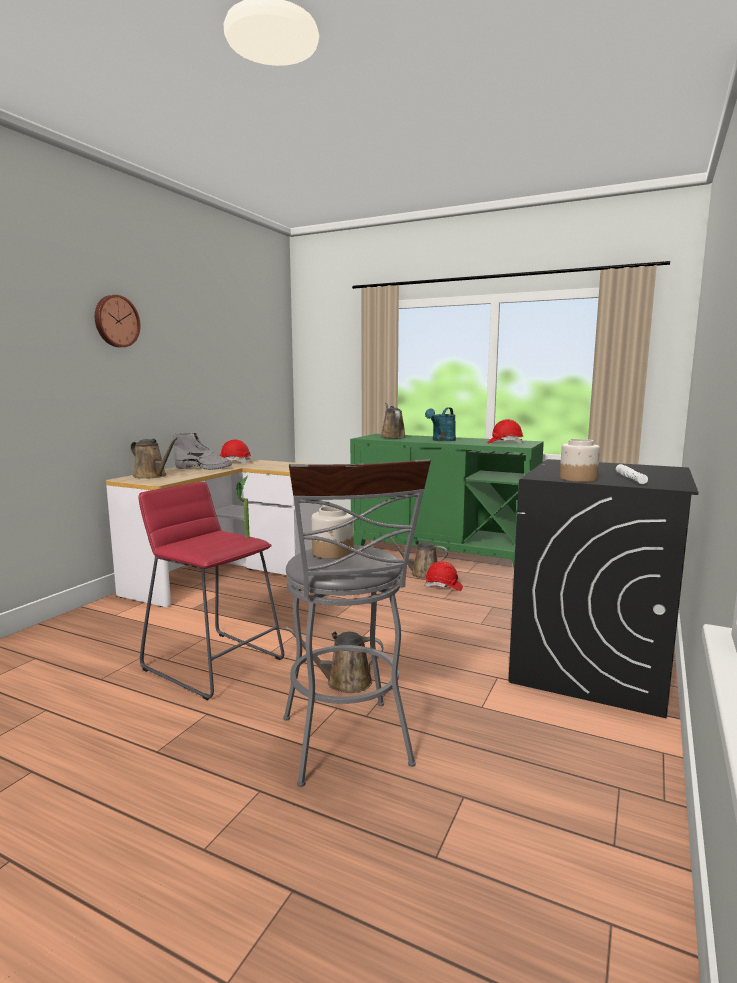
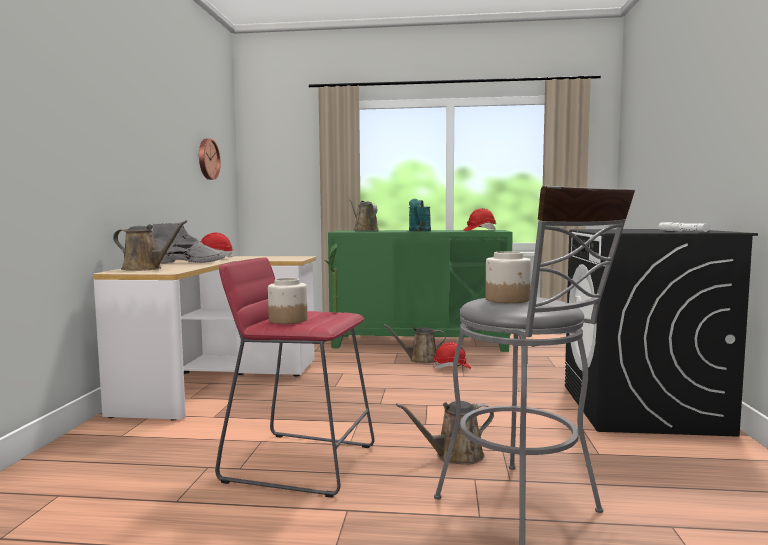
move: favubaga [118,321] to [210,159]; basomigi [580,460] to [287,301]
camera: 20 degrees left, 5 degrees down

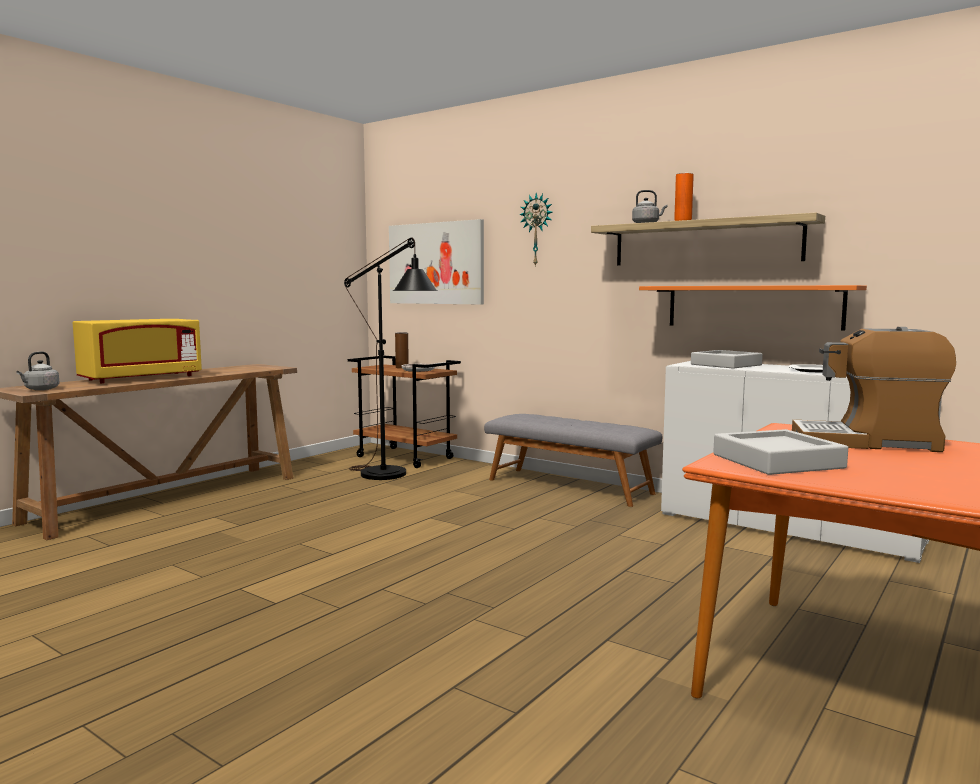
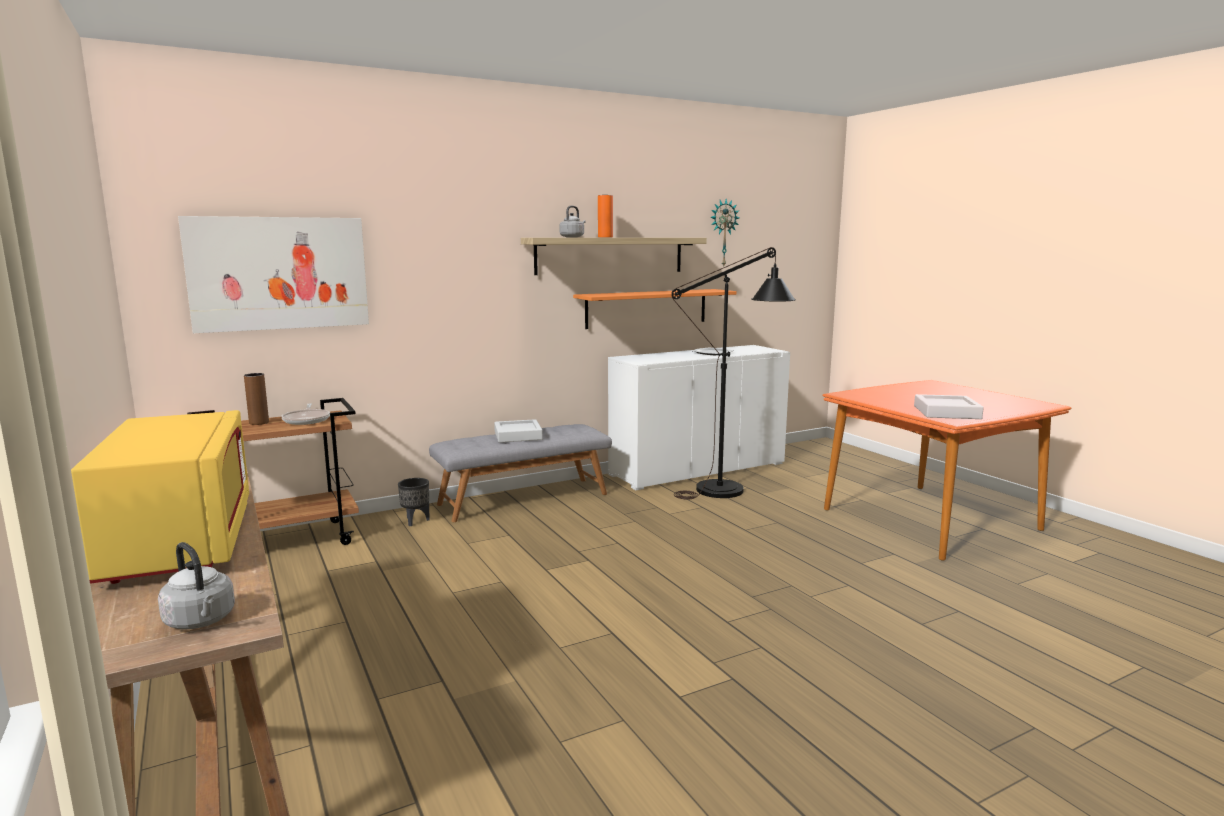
delete: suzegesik [874,389]
insert: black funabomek [413,502]
move: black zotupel [391,359] to [733,373]; favubaga [536,230] to [725,232]; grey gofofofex [727,359] to [518,430]
camera: 65 degrees left, 5 degrees up

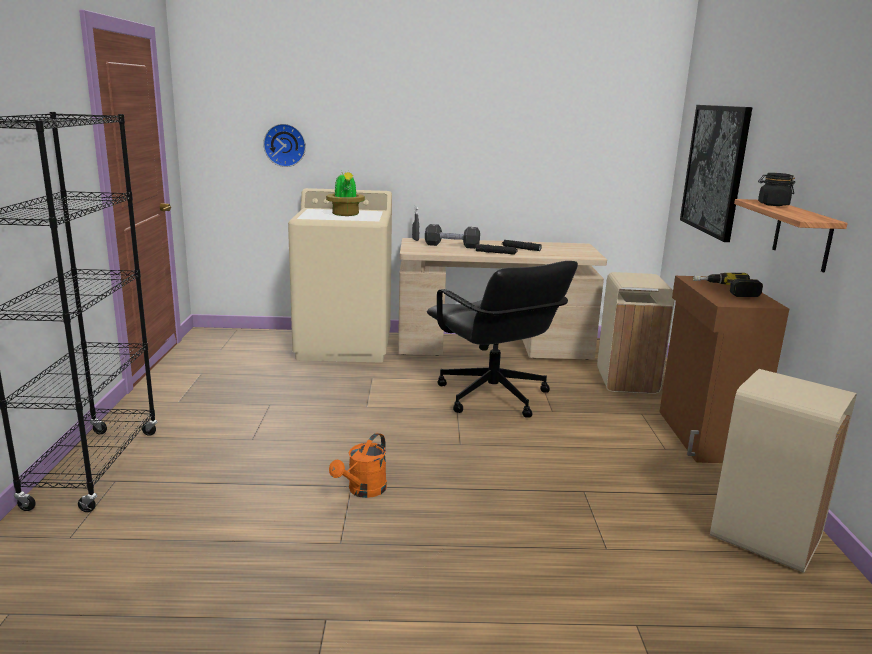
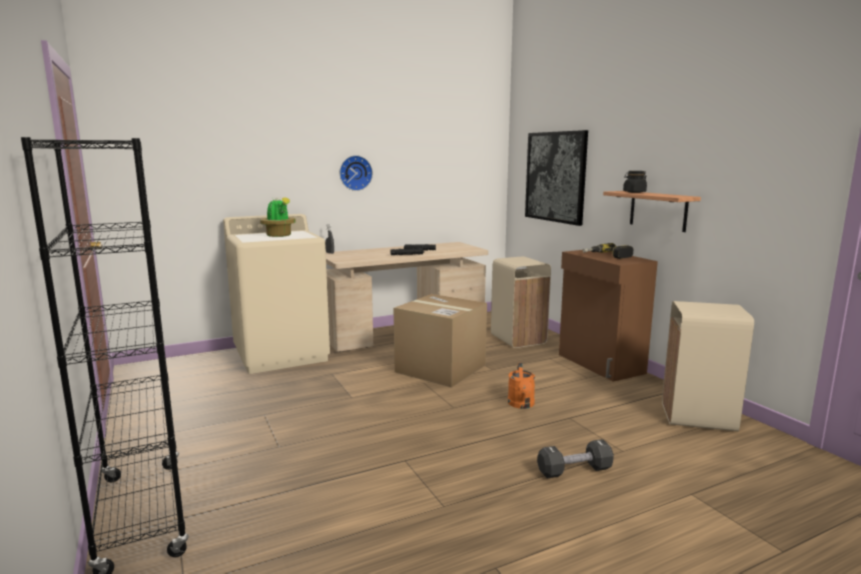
move: favubaga [284,145] to [356,173]; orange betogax [358,465] to [521,386]; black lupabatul [452,236] to [575,458]
replace: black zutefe [502,339] to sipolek [440,340]
camera: 25 degrees left, 5 degrees down

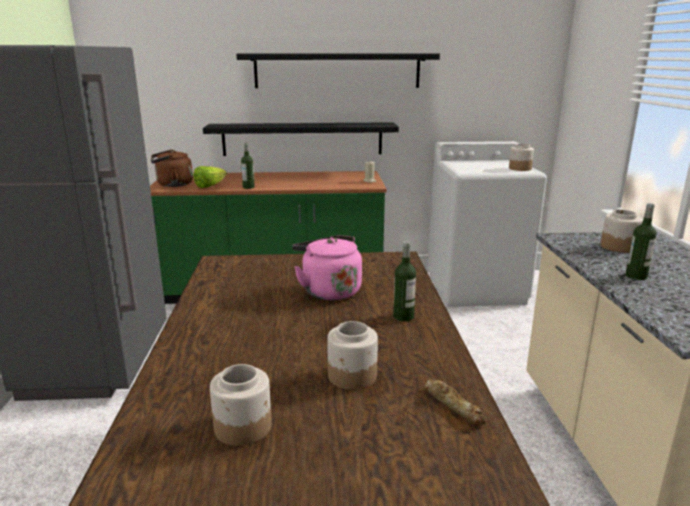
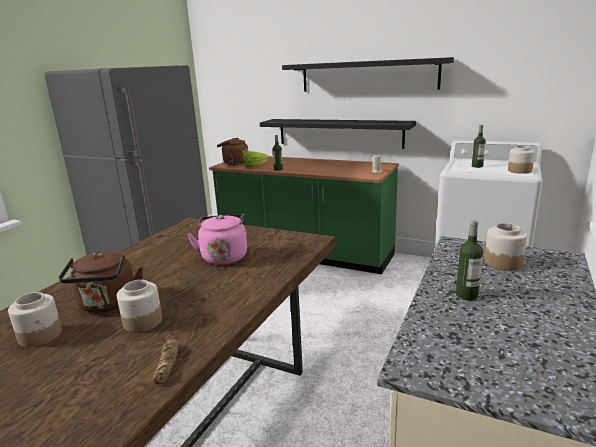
insert: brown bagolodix [100,282]
move: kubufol [404,282] to [479,146]
camera: 30 degrees right, 0 degrees up

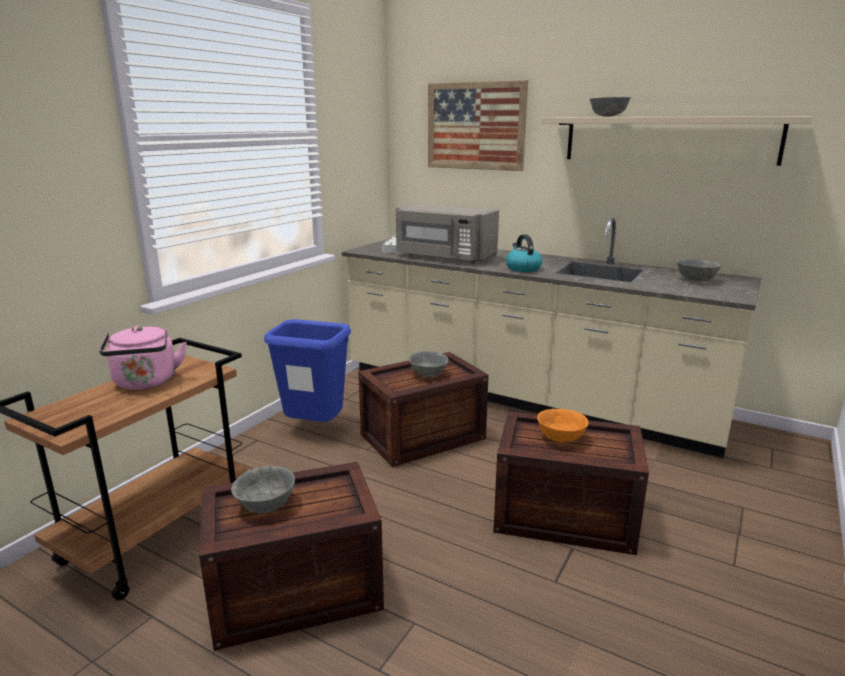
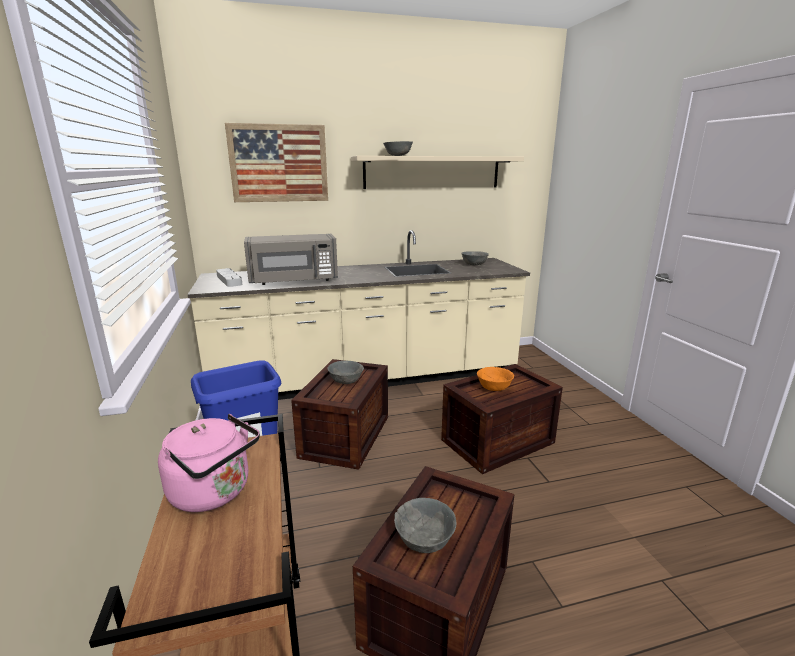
delete: bagolodix [524,253]
camera: 45 degrees left, 0 degrees up

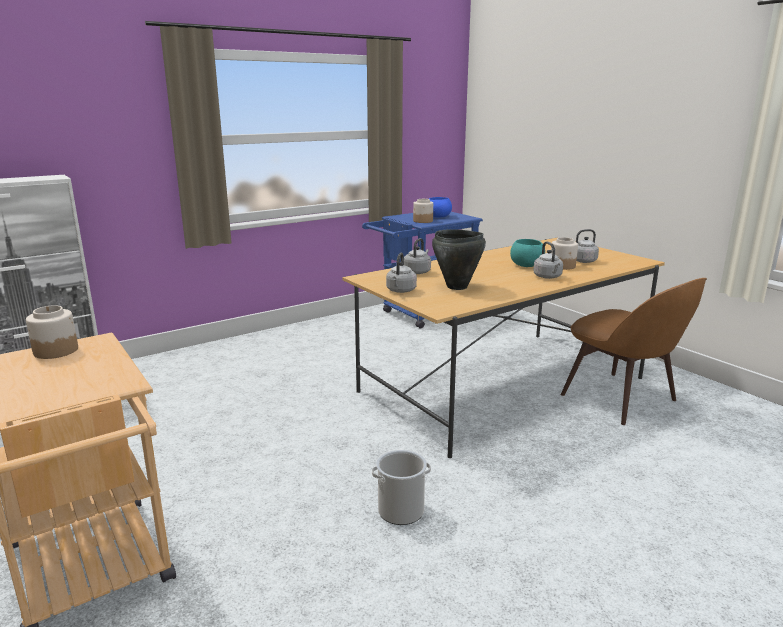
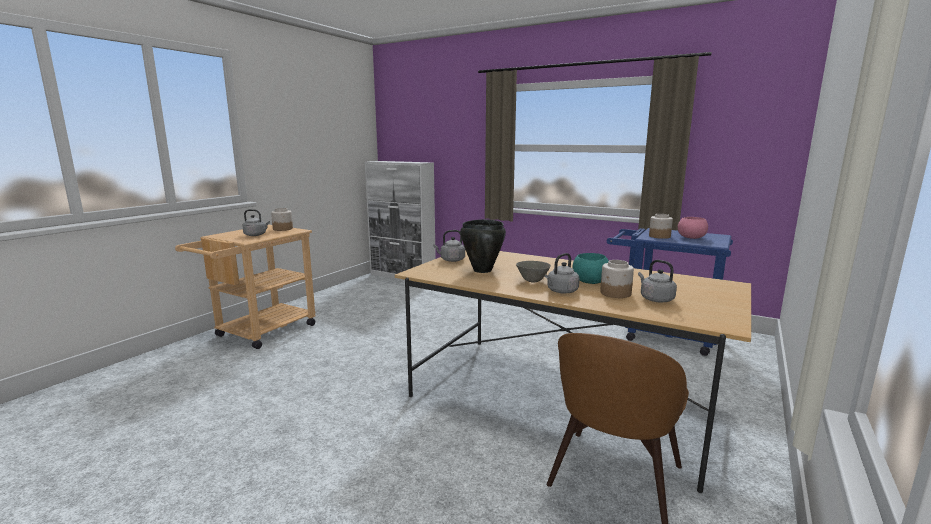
delete: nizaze [401,487]
insert: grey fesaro [533,271]
move: grey bagolodix [417,256] to [256,222]
recolor: blue fesaro [440,207] to pink fesaro [693,228]
camera: 65 degrees right, 5 degrees down

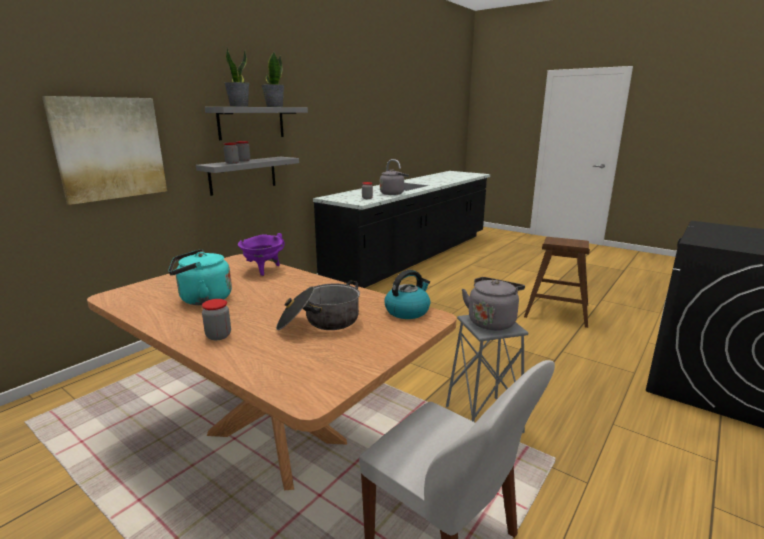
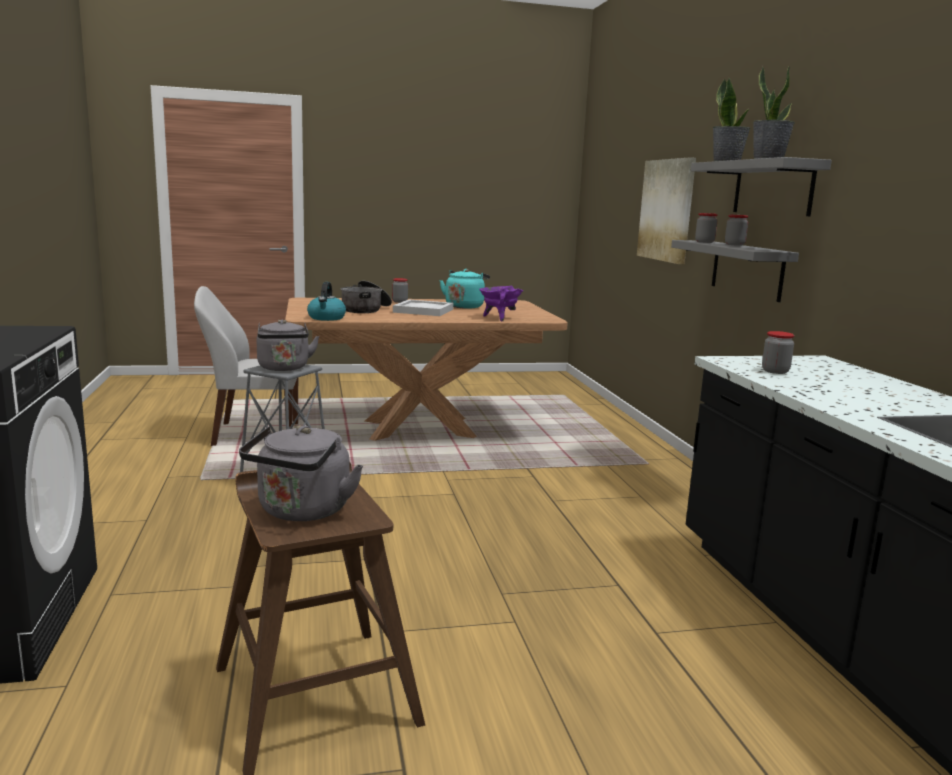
insert: white gofofofex [423,308]
move: grey bagolodix [394,182] to [301,473]
camera: 130 degrees right, 5 degrees down

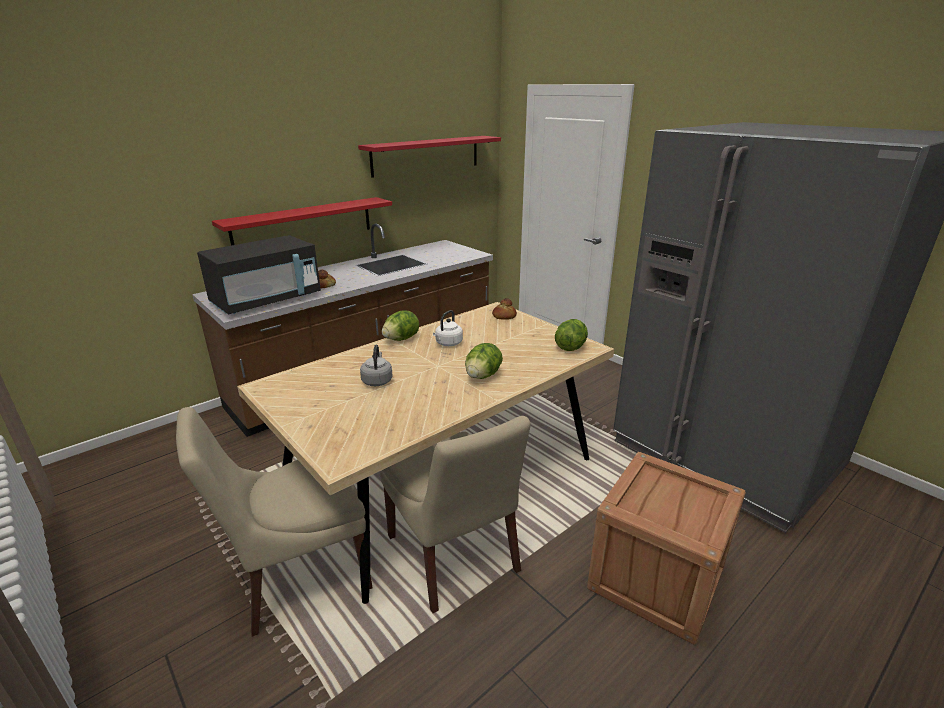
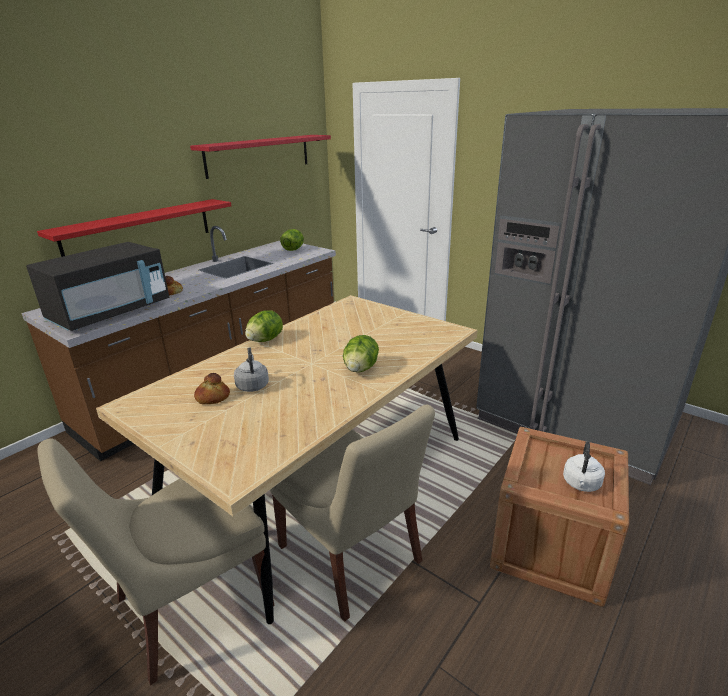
move: white bagolodix [448,328] to [584,467]; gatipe [504,309] to [212,388]; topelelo [571,335] to [292,240]
camera: 10 degrees left, 0 degrees up

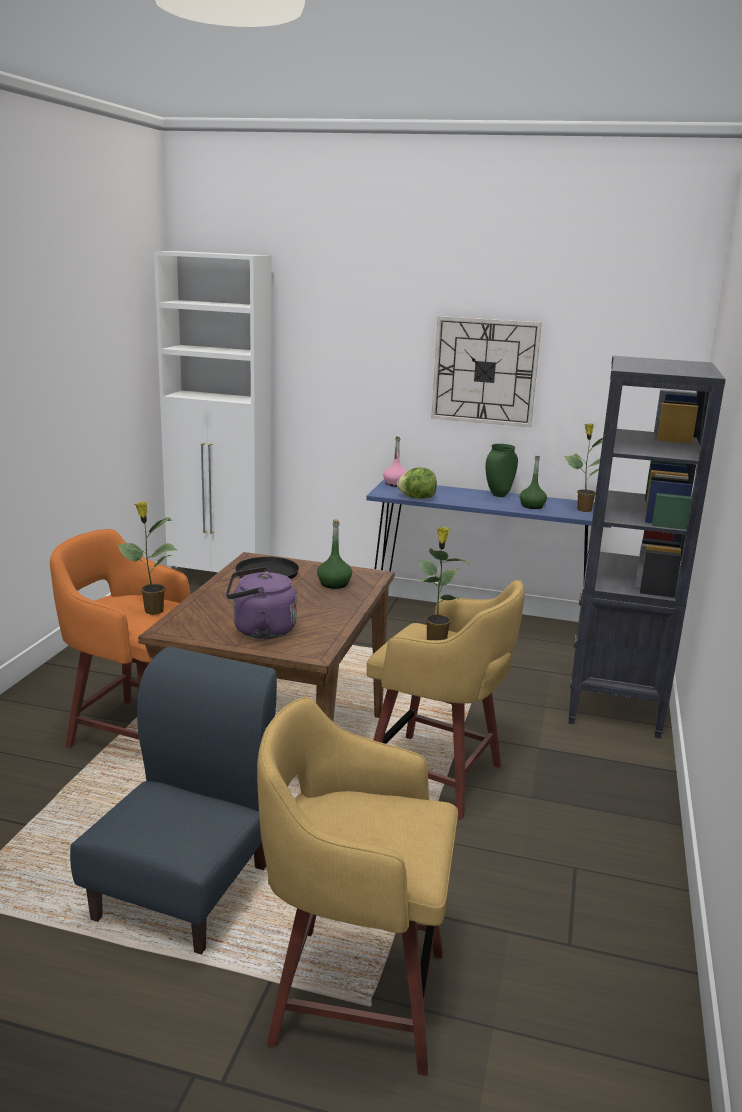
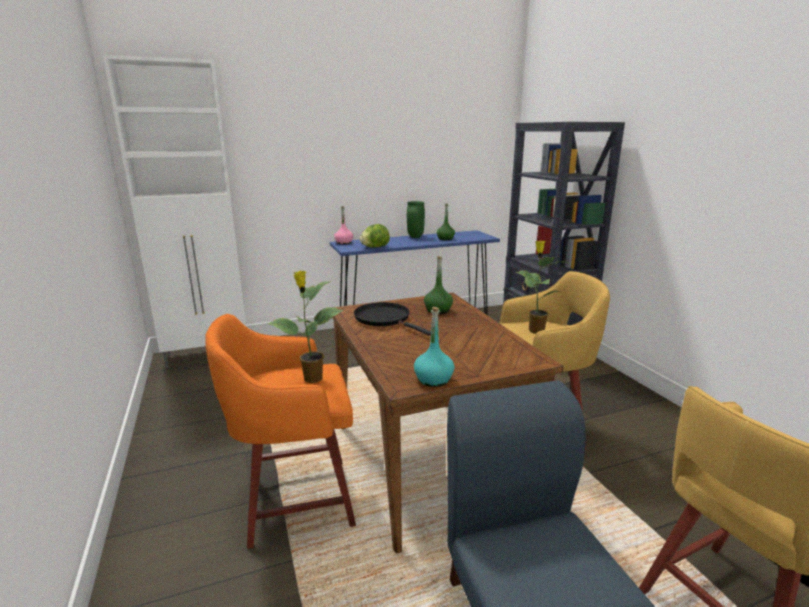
delete: purple bagolodix [261,603]; favubaga [486,371]; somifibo [588,467]
insert: turquoise kubufol [434,347]
camera: 35 degrees left, 0 degrees up

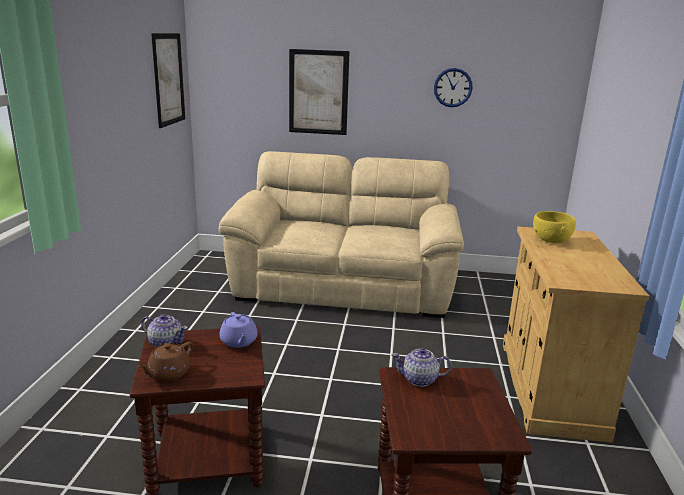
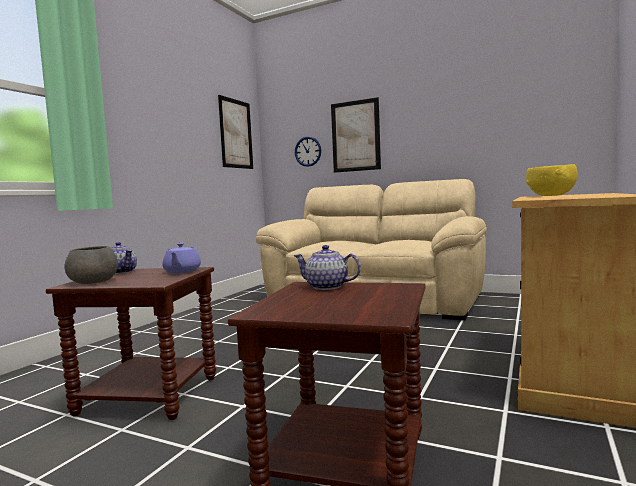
move: favubaga [453,87] to [308,151]
replace: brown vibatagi [165,361] to grey fesaro [91,265]
camera: 20 degrees right, 15 degrees down

